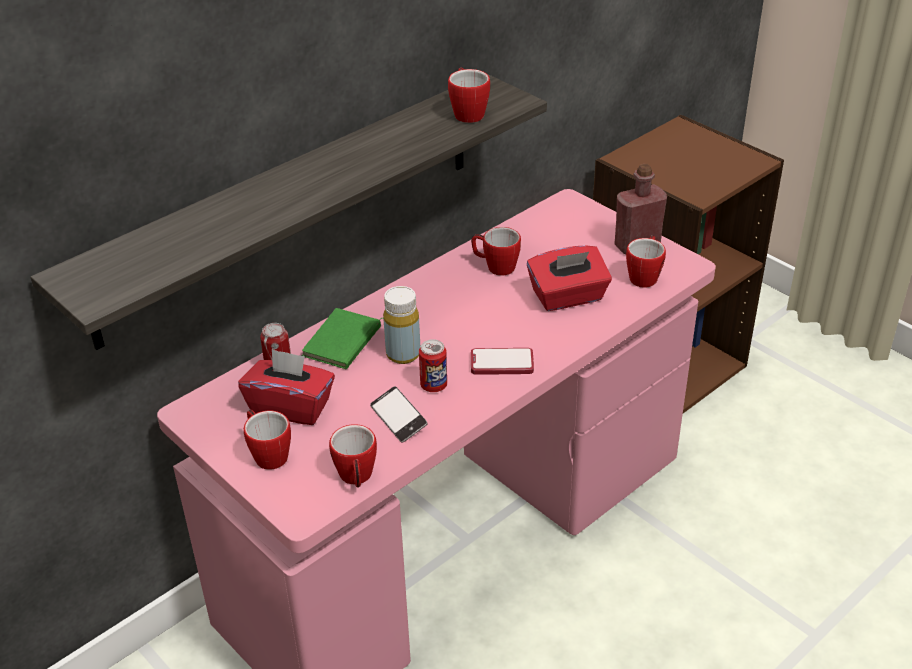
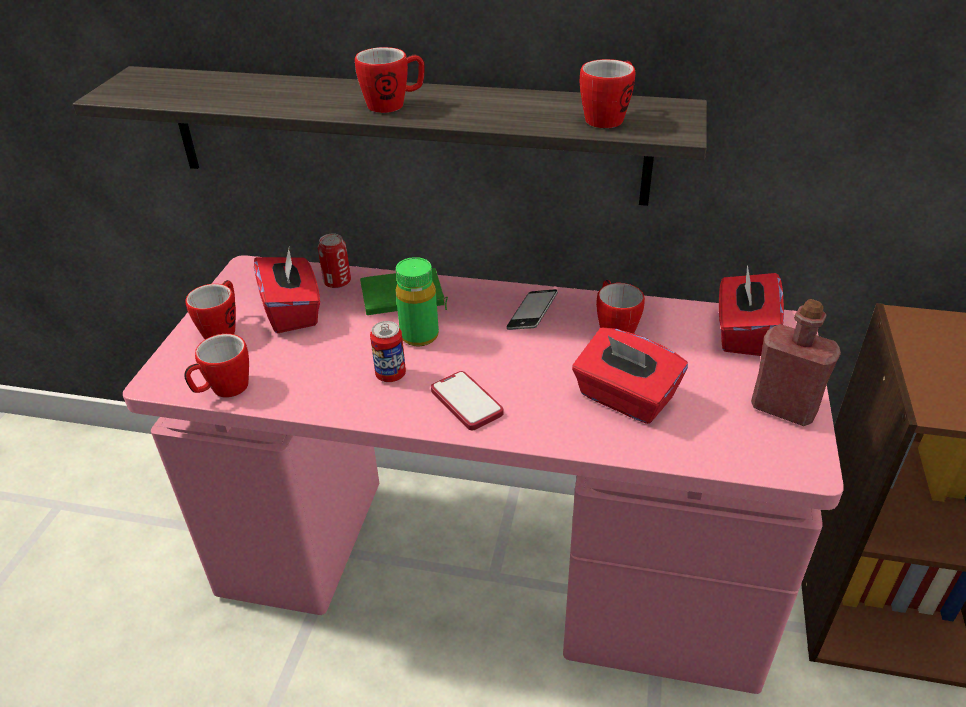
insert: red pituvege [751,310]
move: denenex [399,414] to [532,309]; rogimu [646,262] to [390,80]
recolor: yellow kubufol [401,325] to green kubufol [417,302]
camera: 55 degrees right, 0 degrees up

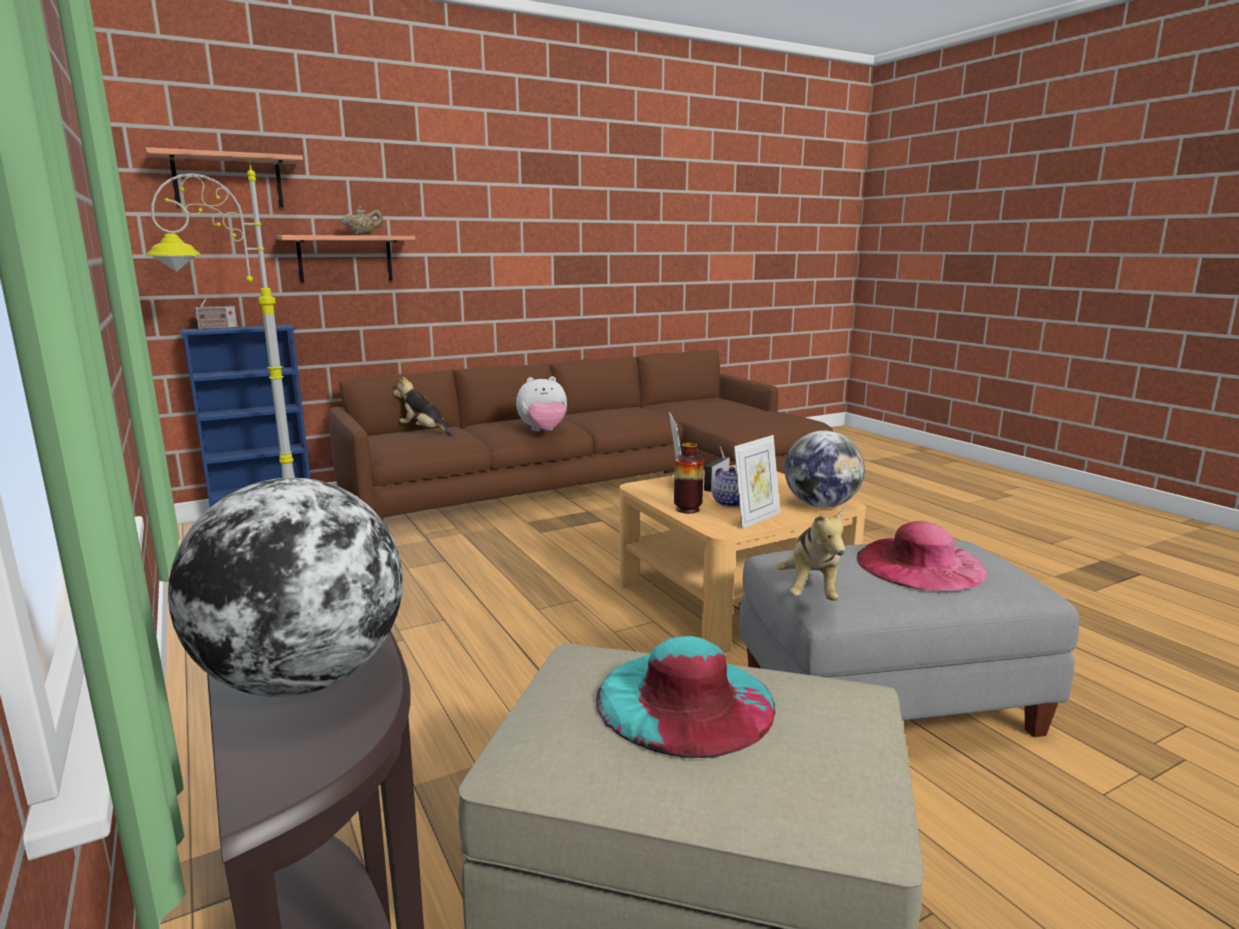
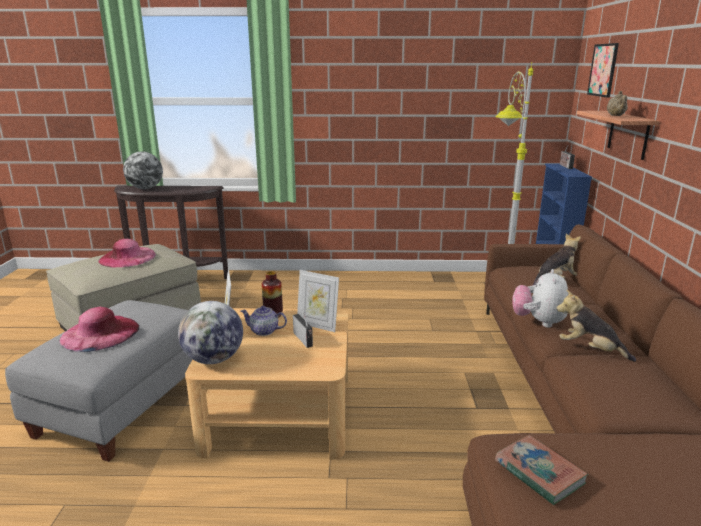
insert: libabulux [541,470]
move: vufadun [811,554] to [596,326]
replace: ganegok [224,177] to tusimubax [603,70]
recolor: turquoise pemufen [685,697] to pink pemufen [127,253]
camera: 120 degrees right, 5 degrees up

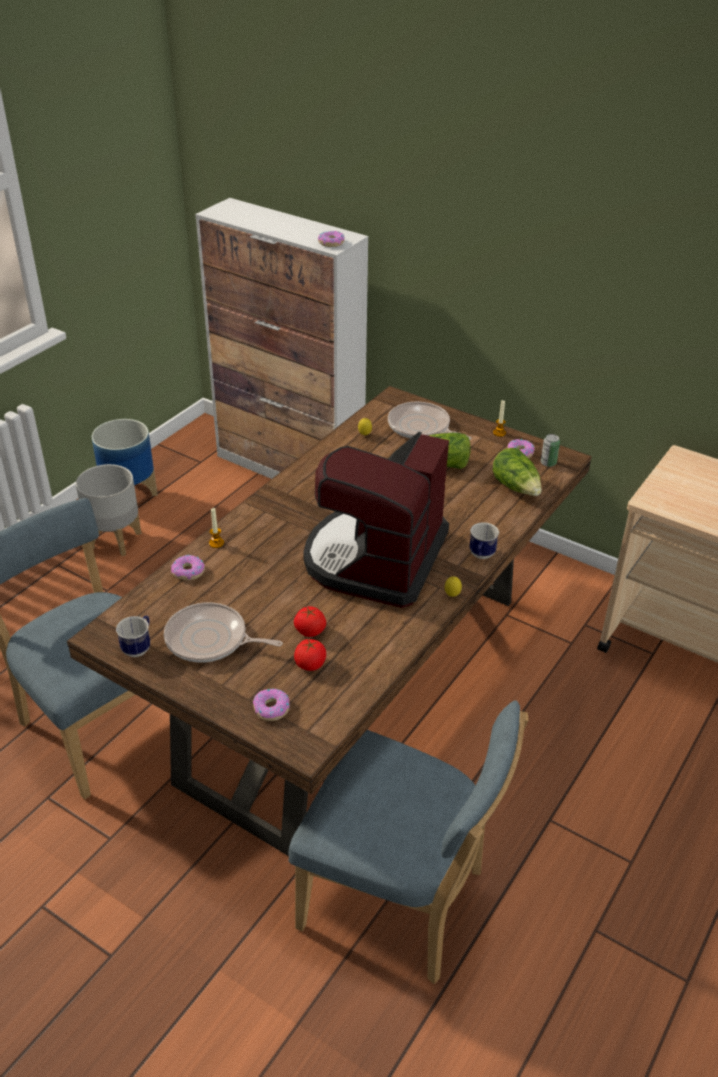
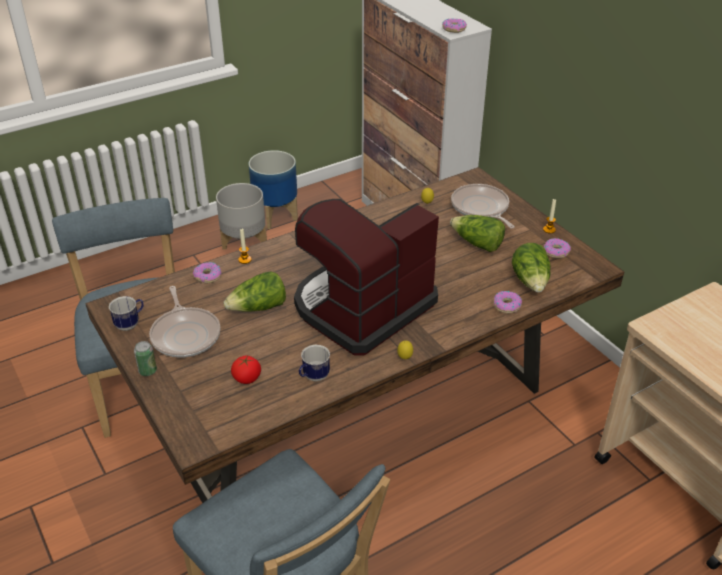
delete: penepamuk [310,621]
insert: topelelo [255,291]
move: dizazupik [271,705] to [508,302]; rogimu [484,540] to [314,363]; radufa [550,450] to [145,358]
rotate: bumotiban [223,633] = [184,322] 150 degrees counterclockwise
camera: 25 degrees right, 0 degrees up

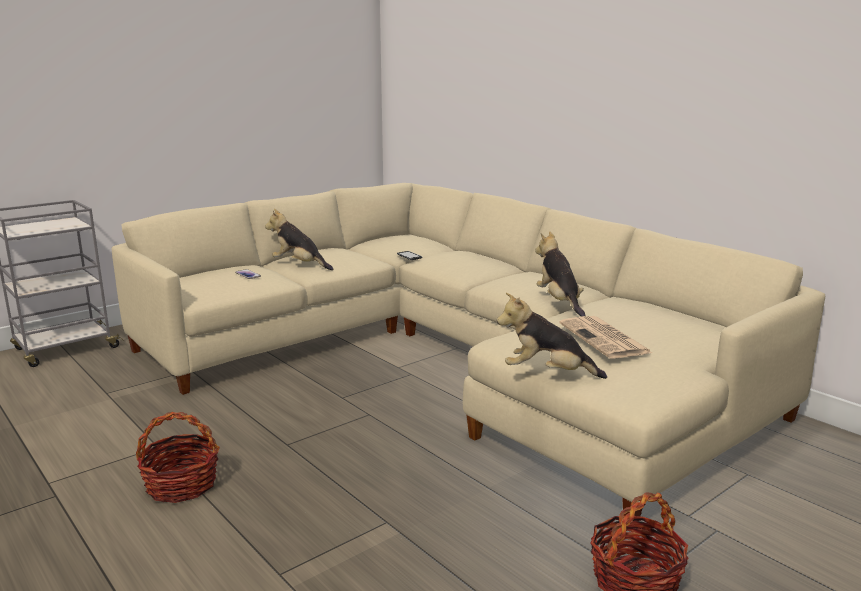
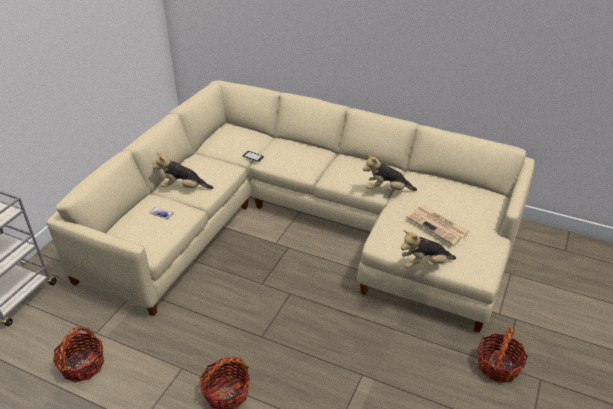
insert: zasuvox [78,354]
rotate: vufadun [560,273] = [390,172] 45 degrees counterclockwise
camera: 25 degrees left, 20 degrees up

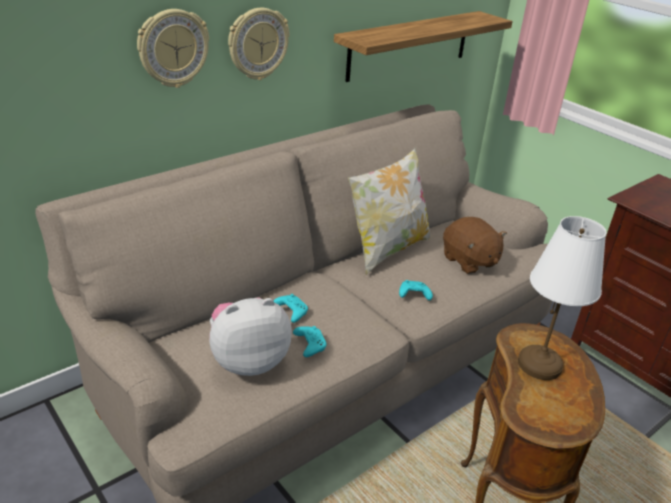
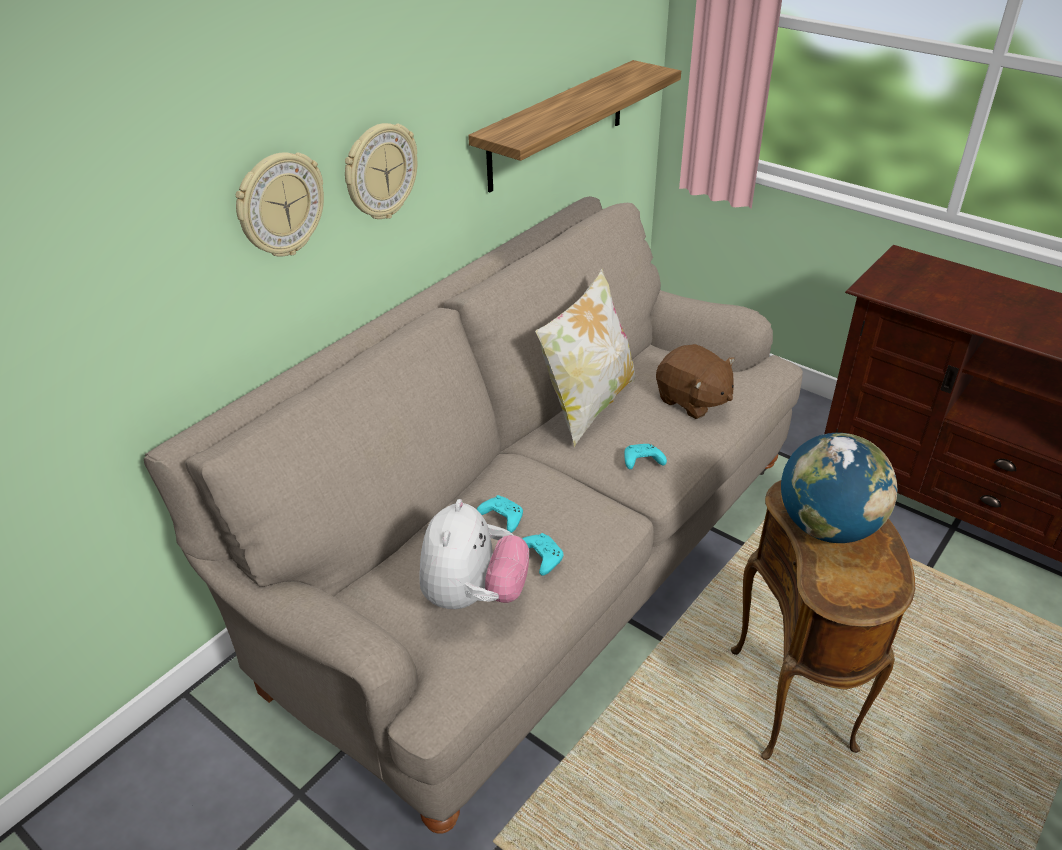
replace: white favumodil [562,298] to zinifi [839,488]
rotate: vufadun [250,336] = [474,554] 135 degrees clockwise
camera: 10 degrees left, 5 degrees up

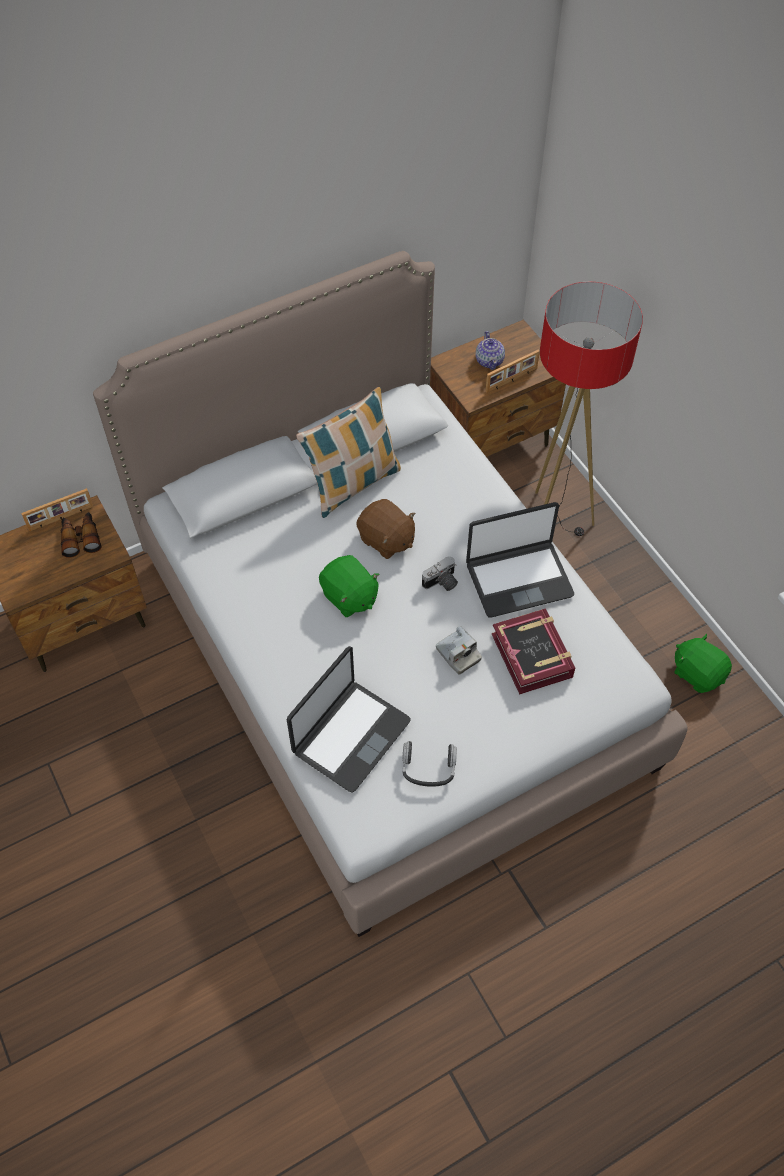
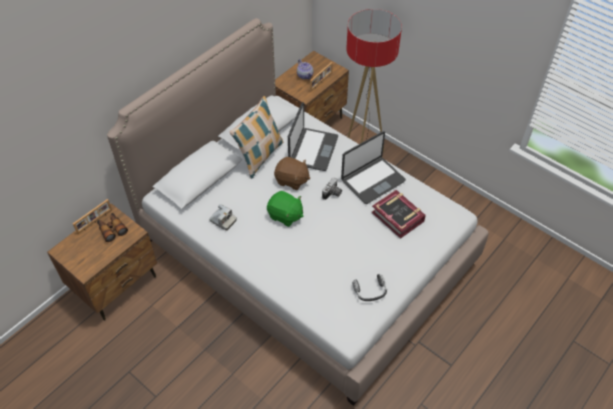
delete: green vufadun [703,663]
move: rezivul [349,719] to [313,136]; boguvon [459,650] to [223,217]
camera: 20 degrees left, 5 degrees down

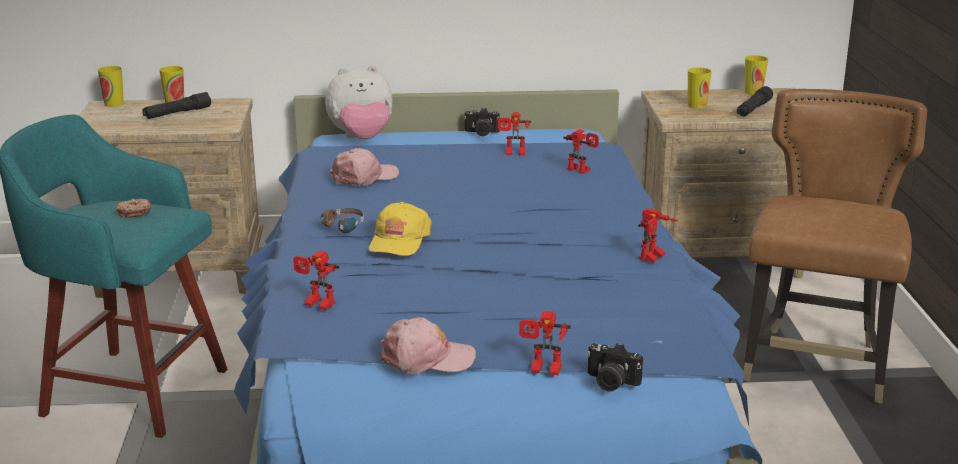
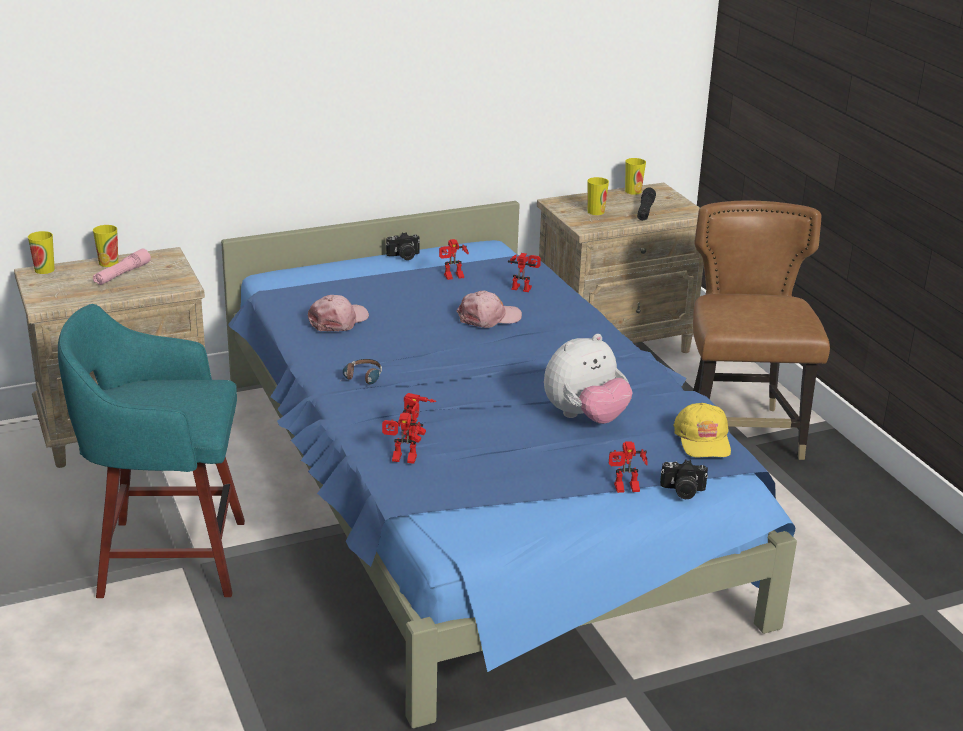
delete: dizazupik [133,208]
move: vufadun [358,102] to [588,379]; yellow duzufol [400,229] to [702,430]; pink duzufol [428,345] to [489,309]; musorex [658,235] to [419,418]
recolor: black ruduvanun [176,105] to pink ruduvanun [122,267]
camera: 20 degrees left, 5 degrees up

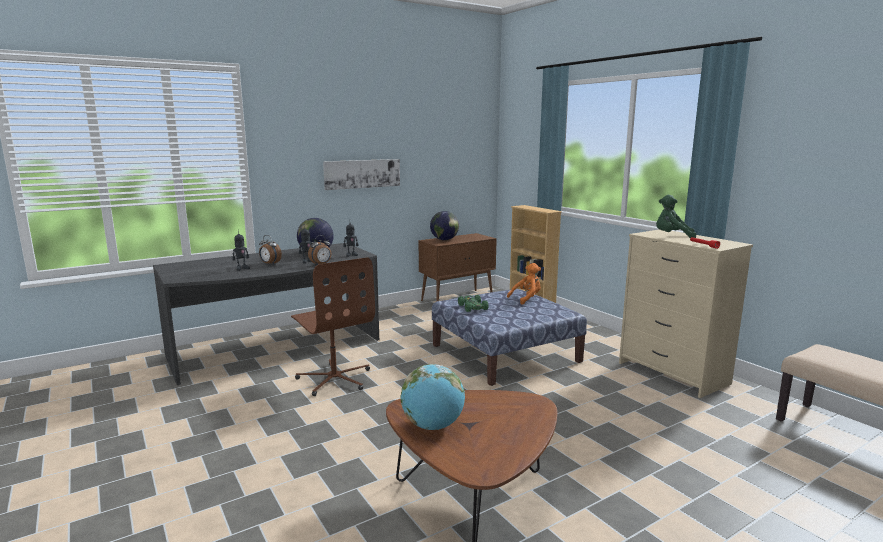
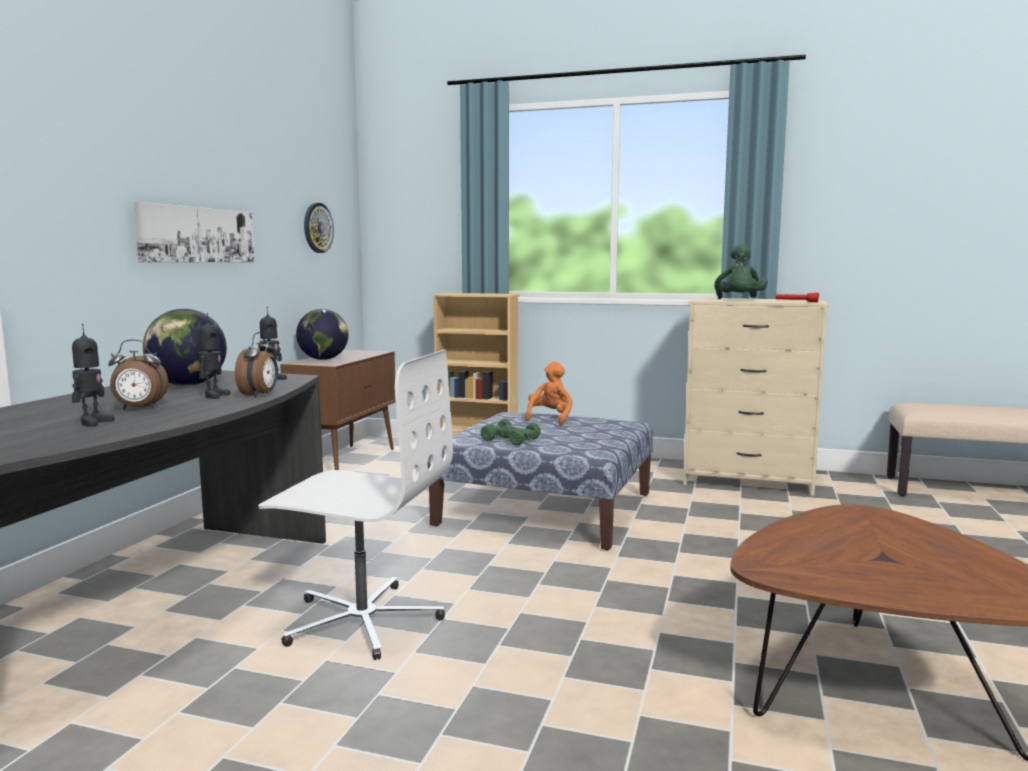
delete: zinifi [432,397]
insert: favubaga [319,228]
recolor: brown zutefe [333,326] to white zutefe [355,505]
rotate: green vufadun [676,216] = [741,271] 60 degrees counterclockwise
camera: 40 degrees left, 5 degrees down

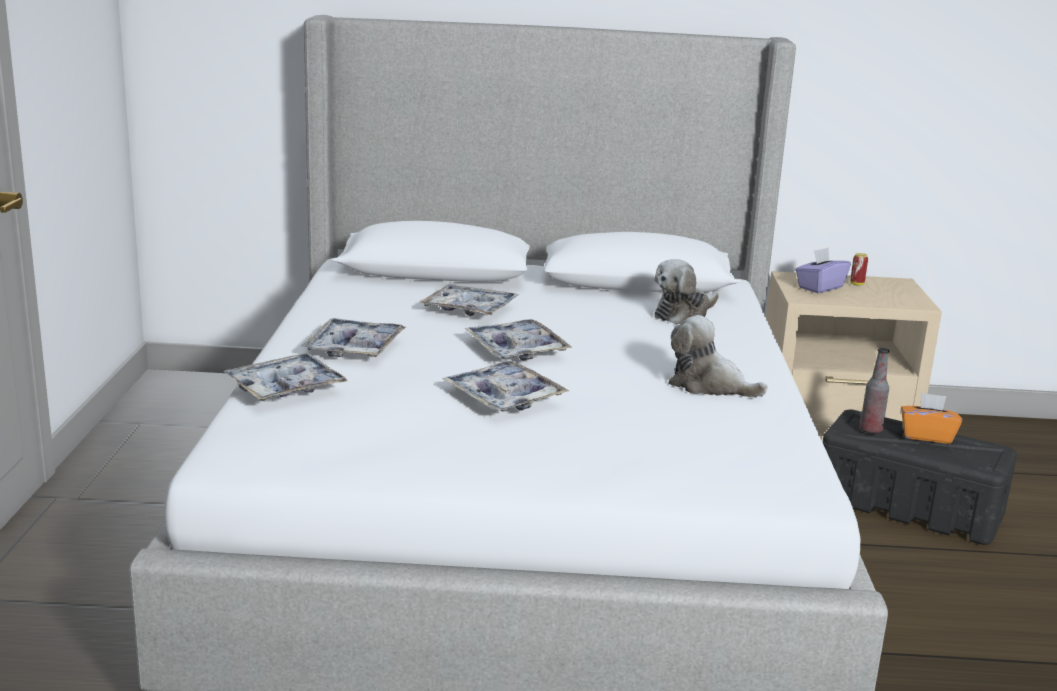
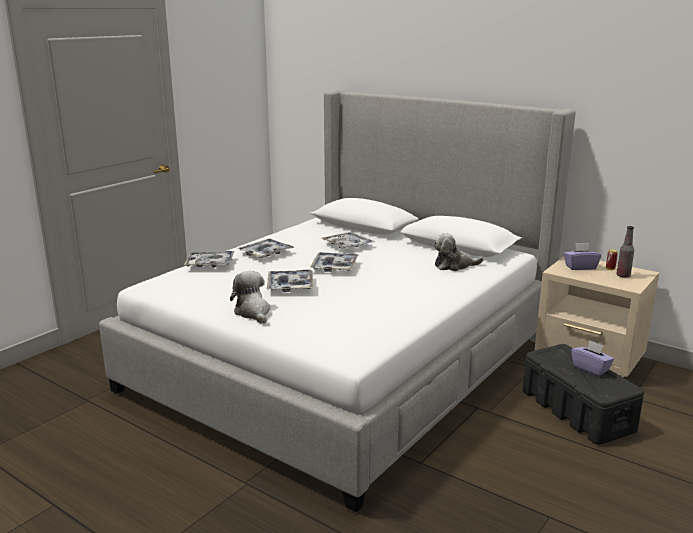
move: vufadun [718,356] to [250,297]; kubufol [874,390] to [625,252]
recolor: orange pituvege [931,418] to purple pituvege [592,358]
camera: 35 degrees right, 0 degrees up

